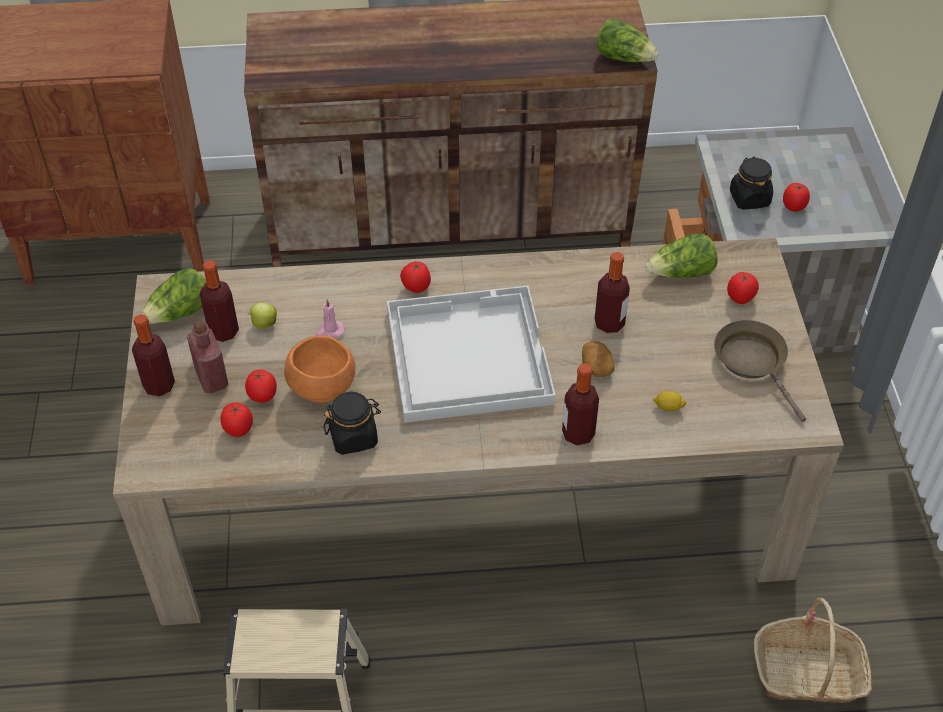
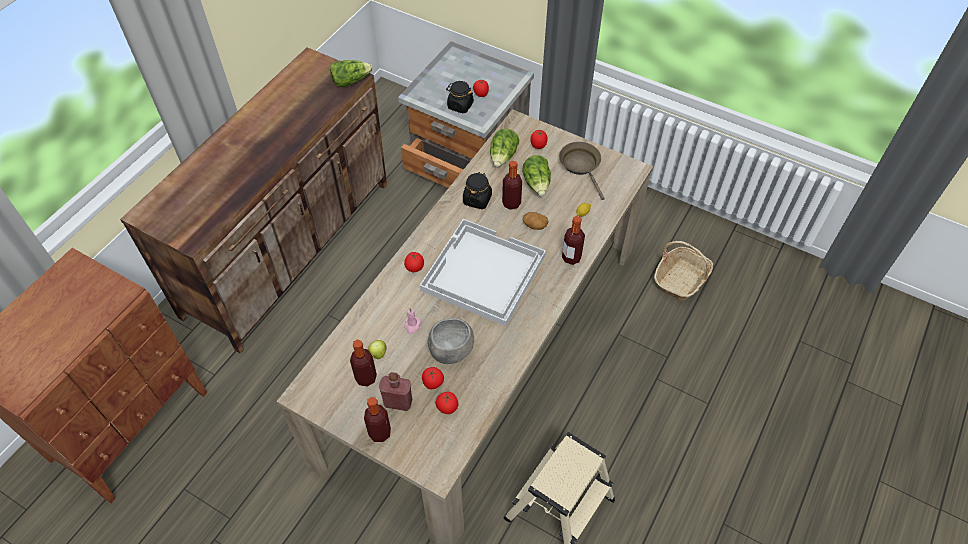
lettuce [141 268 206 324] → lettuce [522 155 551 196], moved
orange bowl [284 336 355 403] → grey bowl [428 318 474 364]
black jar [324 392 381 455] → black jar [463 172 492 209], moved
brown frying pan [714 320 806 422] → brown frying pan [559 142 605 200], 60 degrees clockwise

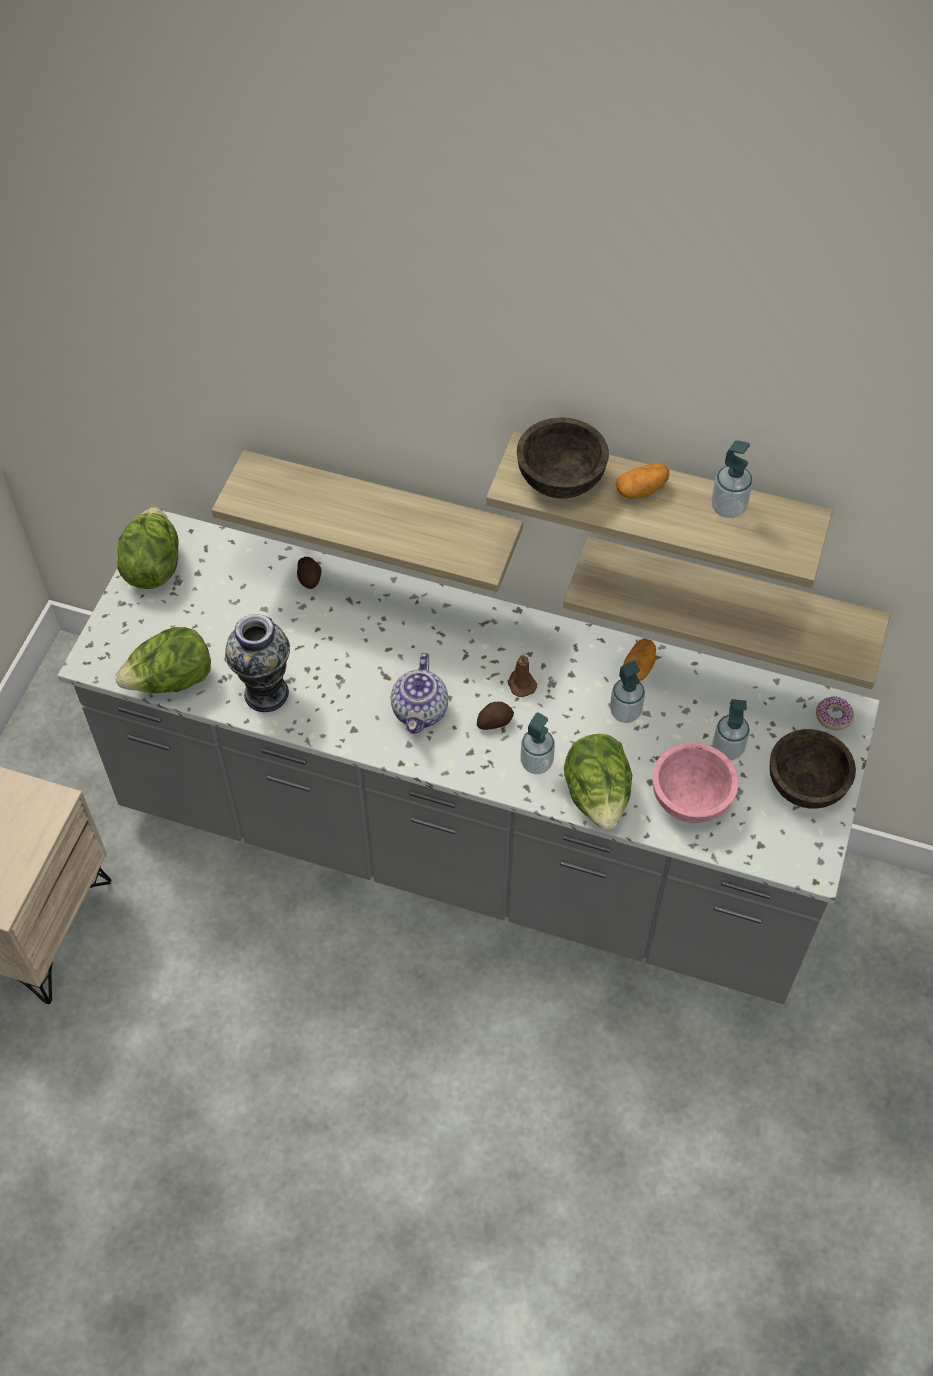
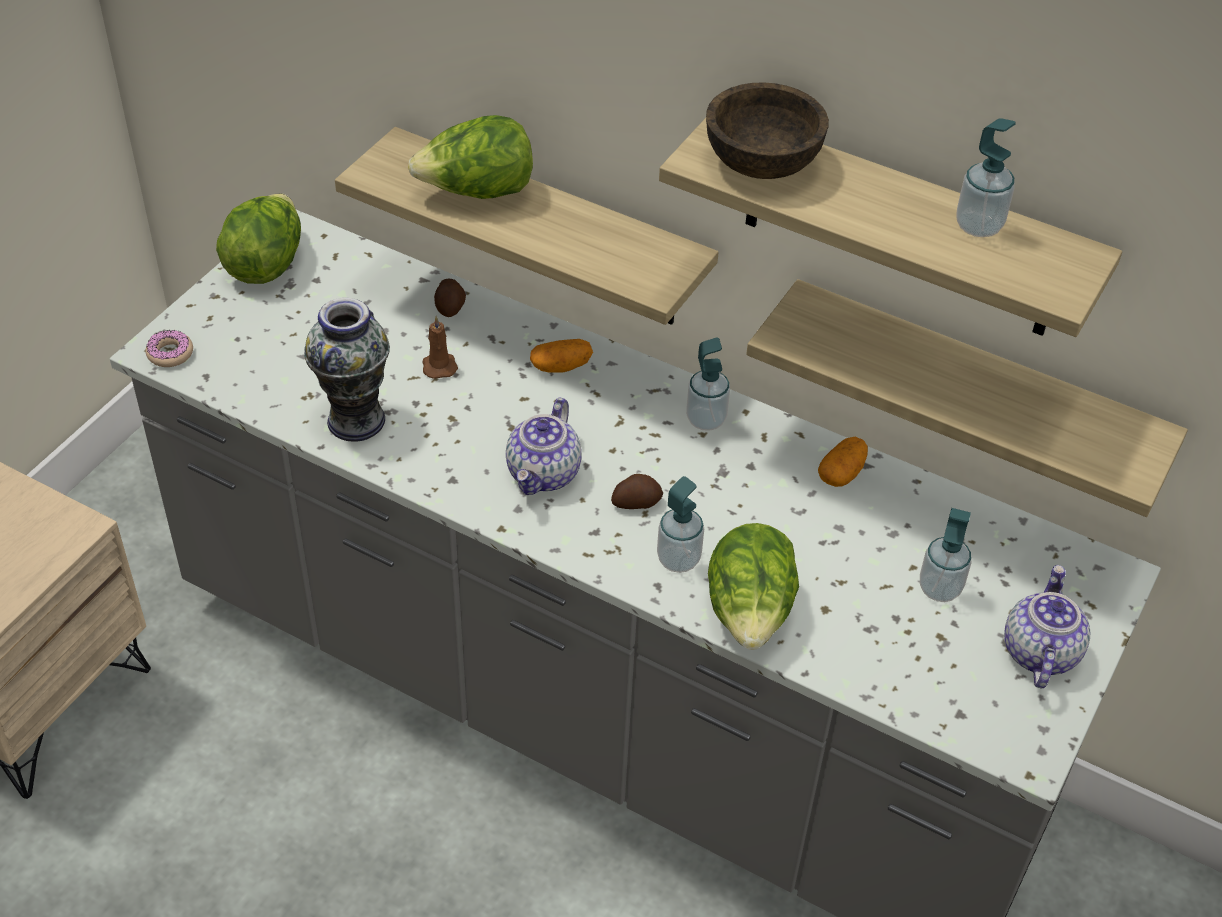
lettuce [116 627 211 693] → lettuce [408 115 533 199], moved
brown candle [508 654 537 697] → brown candle [422 316 458 379], moved
soap dispenser [610 660 645 723] → soap dispenser [686 338 730 431], moved
potato [615 463 669 499] → potato [530 339 593 372], moved
pink bowl [652 743 738 823] → -
brown bowl [769 729 856 809] → teapot [1004 565 1090 688]
donut [816 697 854 730] → donut [145 330 193 367], moved

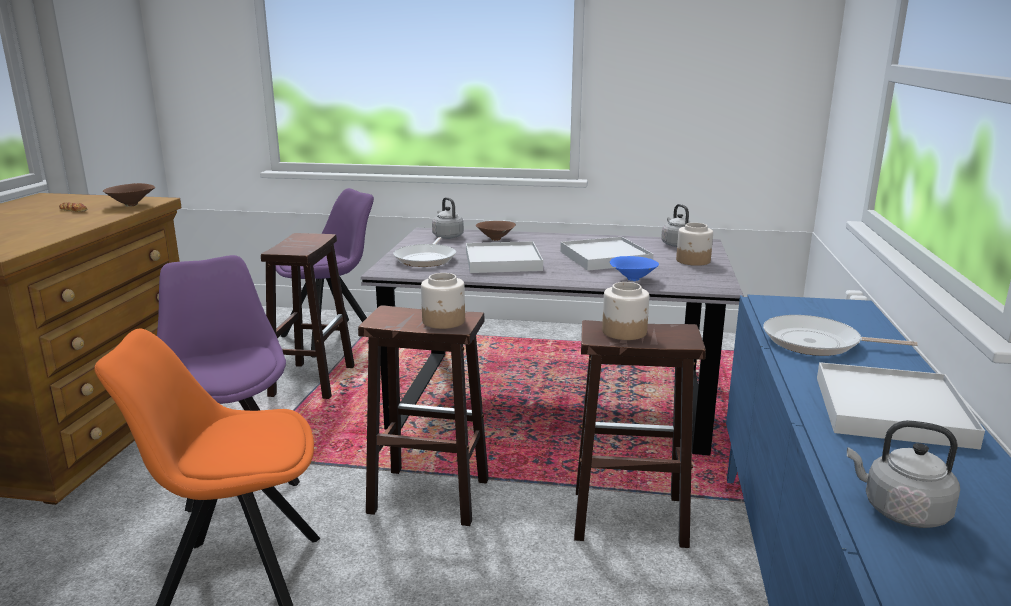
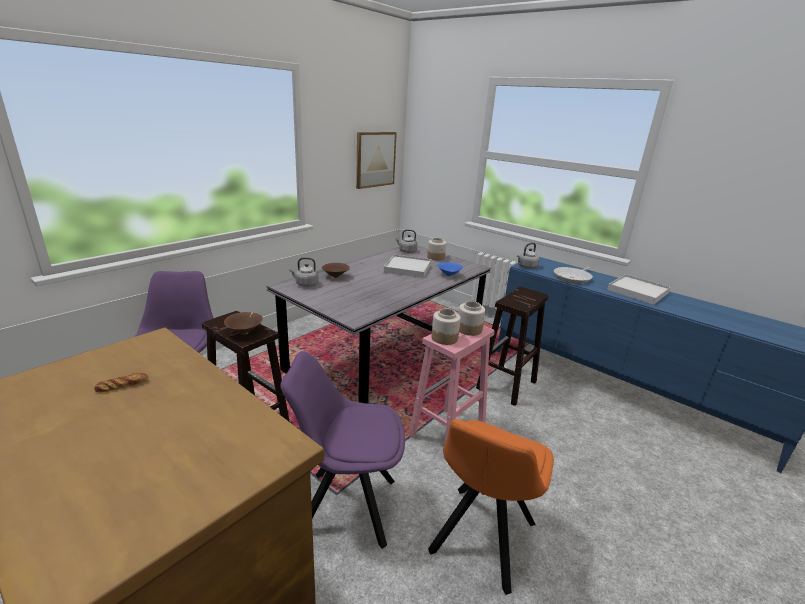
brown bowl [103 183 155 207] → brown bowl [224 312 263 334], moved
brown stool [358 305 489 526] → pink stool [409 325 495 460]
frying pan [393 237 456 267] → -
white tray [466 241 543 273] → -
jar [602 282 649 340] → jar [431 308 461 345], moved
grey kettle [847 420 960 528] → grey kettle [517 243 539 269], moved
- → picture [356 132 397 189]

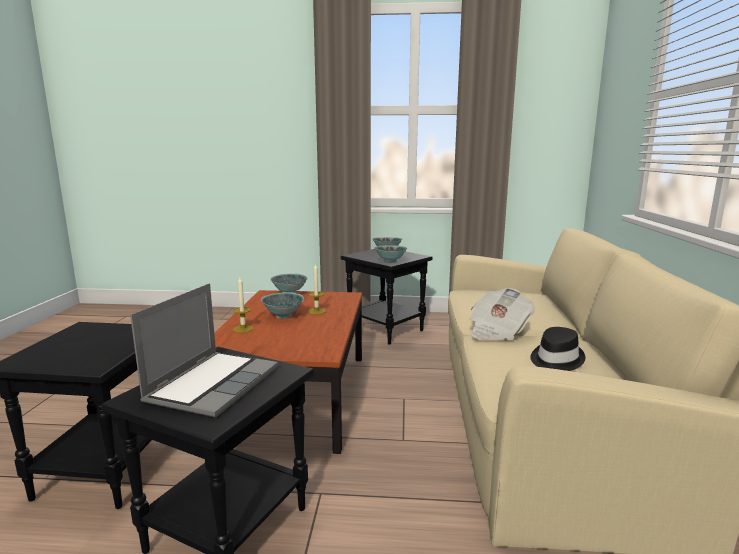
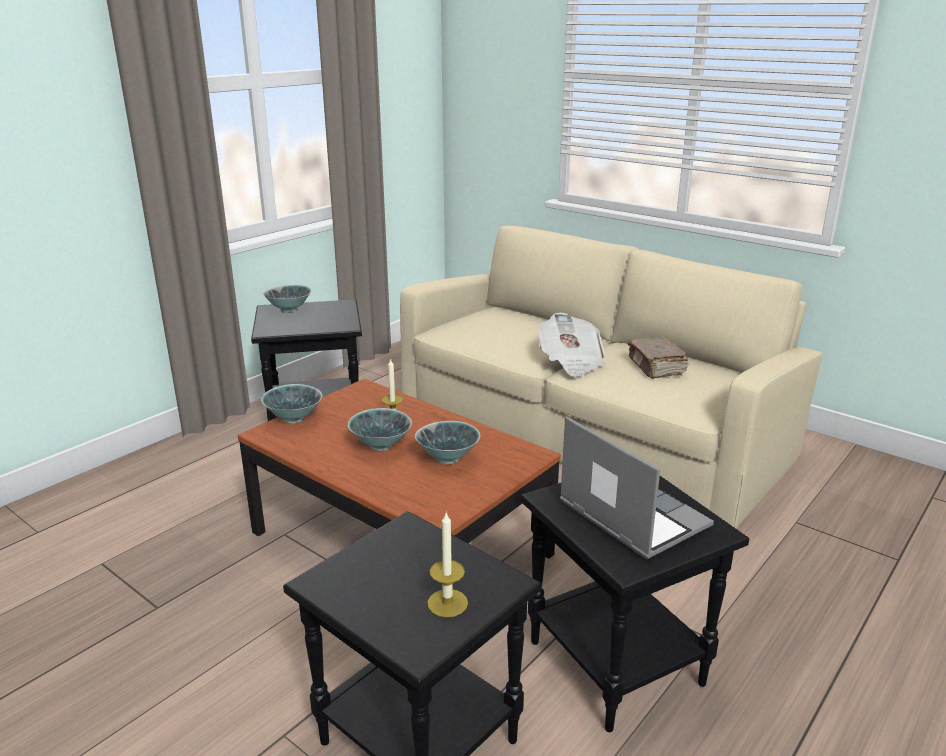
candle [233 277 254 333] → candle [427 511 468 617], moved
bowl [374 246 407 263] → bowl [415 421 480 464], moved
black hat [530 327 585 371] → brown book [628 337 689 379]

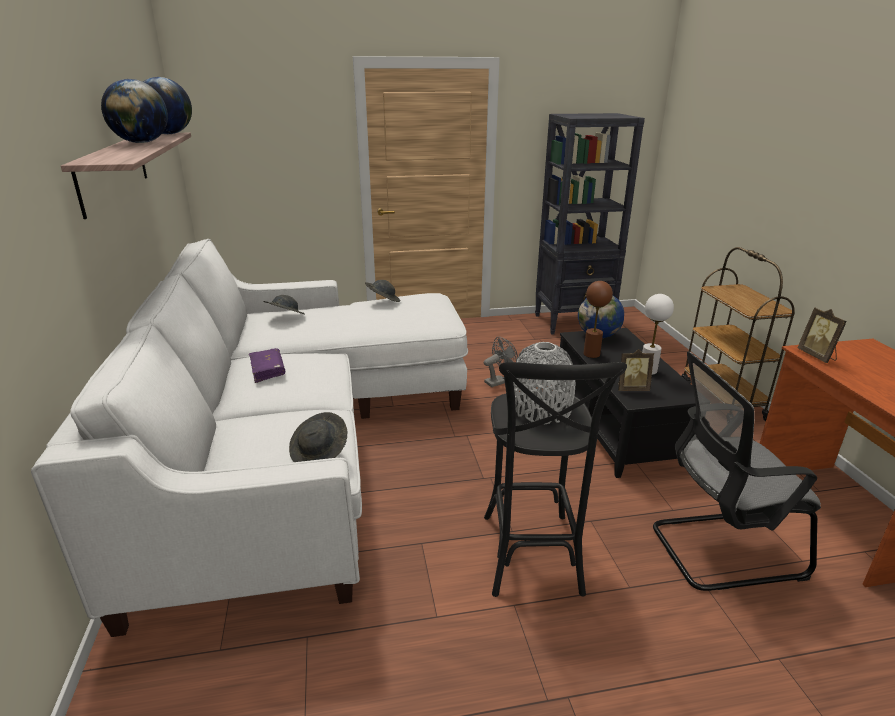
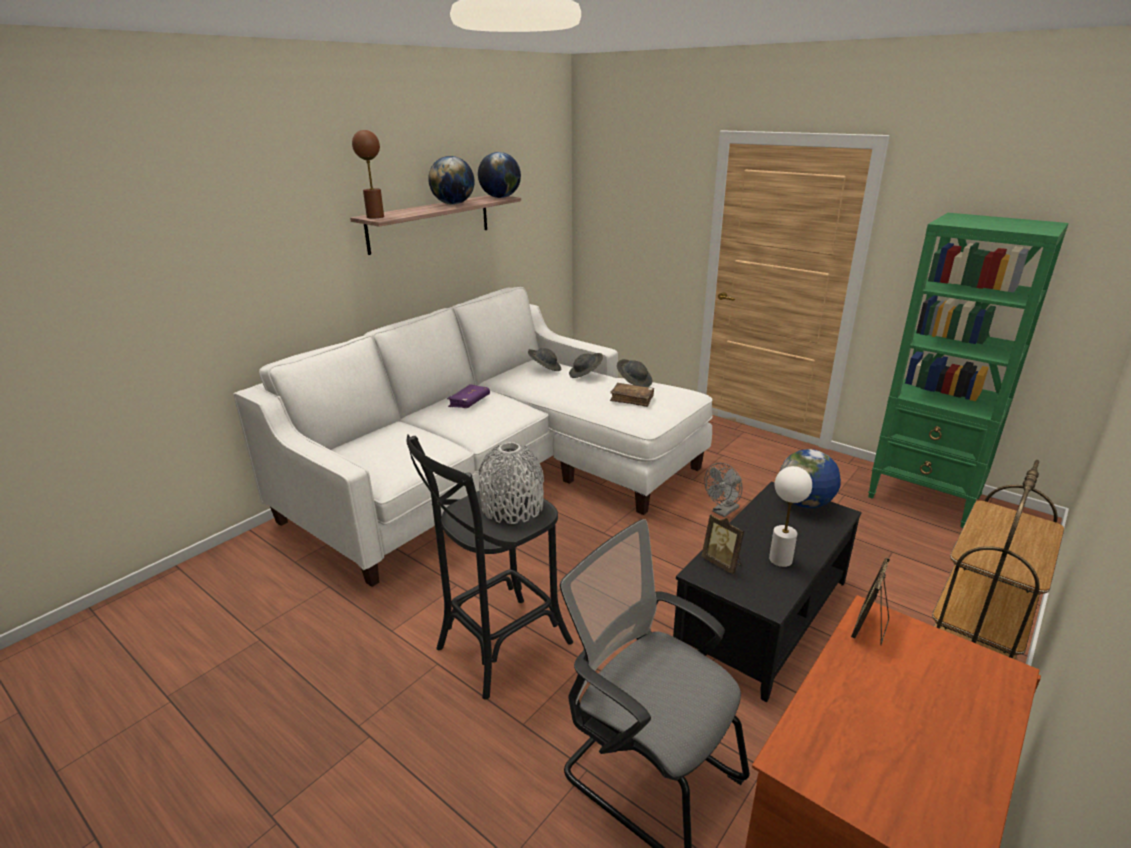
grey hat [289 412 347 462] → grey hat [569 353 603 378], moved
grey fan [484 337 518 387] → grey fan [704 463 742 517], 120 degrees clockwise
black bookcase [535 113 645 335] → green bookcase [868 213 1069 528]
brown table lamp [584 281 613 358] → brown table lamp [352 130 384 219], moved
- → brown book [610 383 654 407]

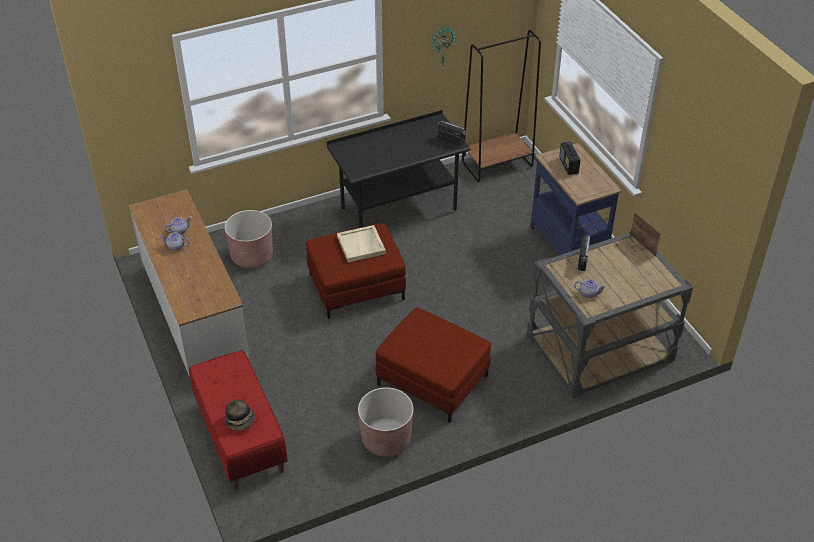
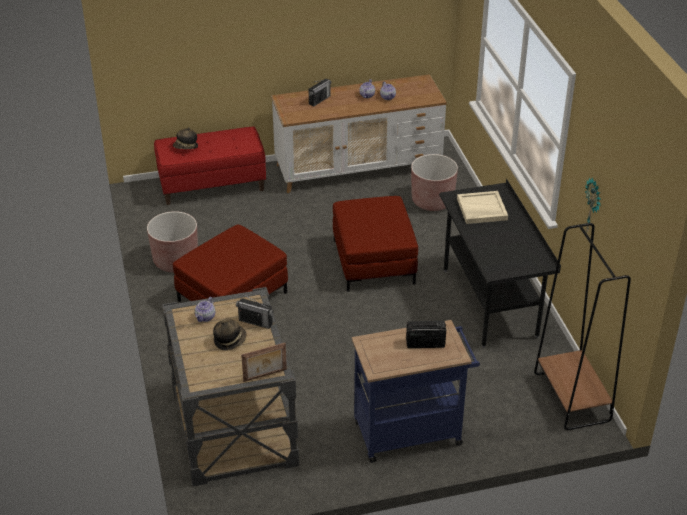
beige tray [337 225 386 262] → beige tray [457 191 508 224], moved
radio [437 121 466 146] → radio [309 79 331 106], moved
- → hat [213 319 247 351]

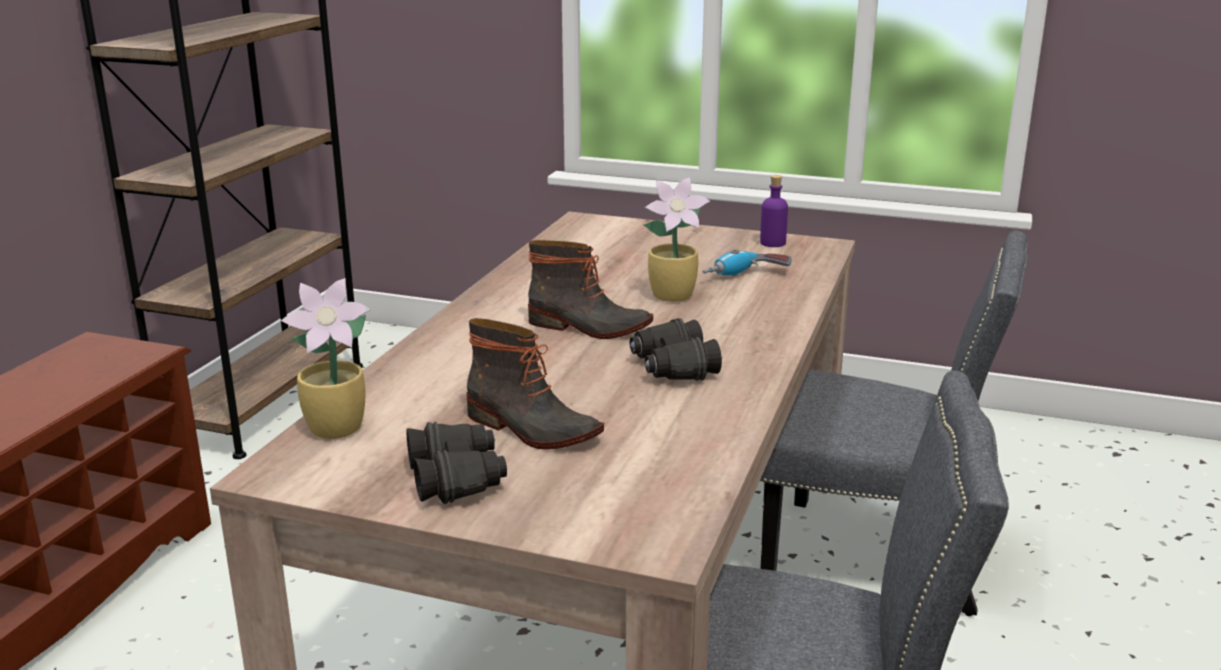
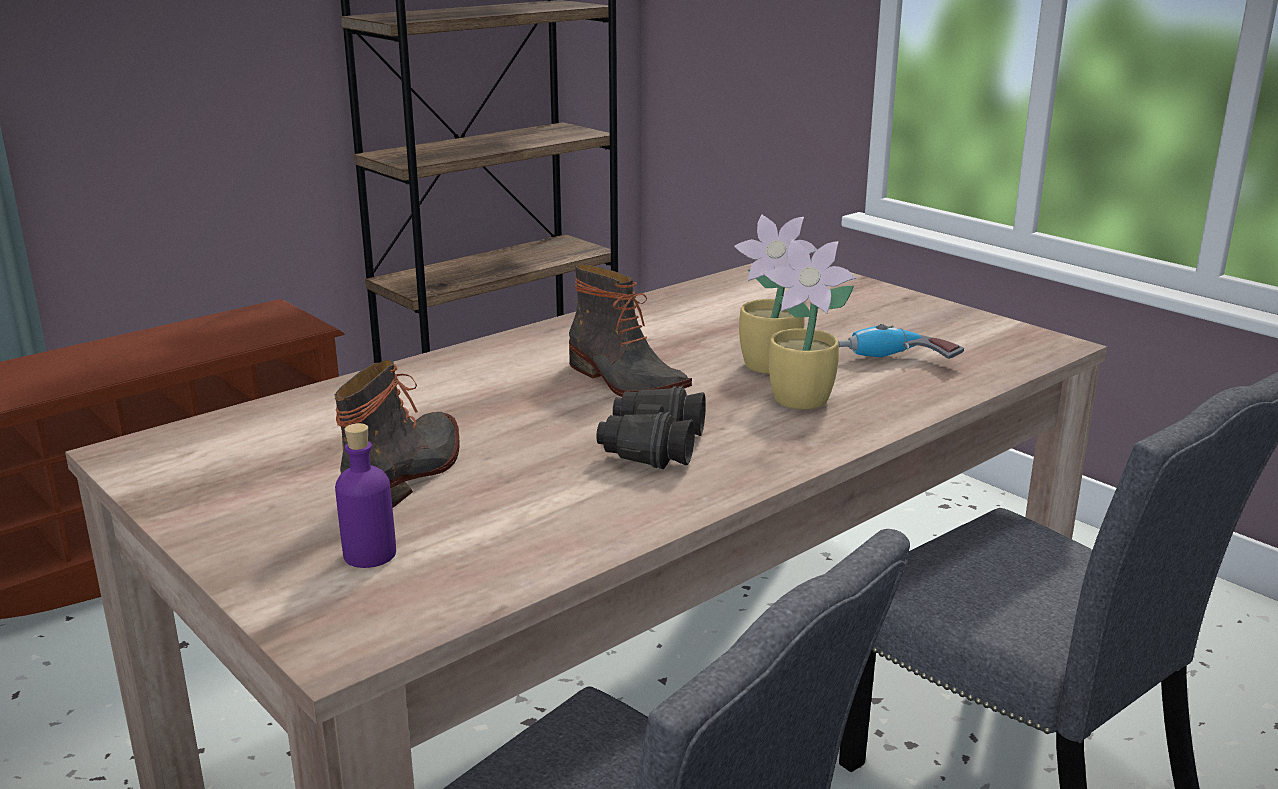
potted plant [281 278 370 439] → potted plant [764 239 856 410], moved
black binoculars [406 422 507 504] → -
boot [467 318 604 449] → boot [334 360 460 508], 135 degrees counterclockwise
purple bottle [760 175 788 247] → purple bottle [335 423 396 568], moved

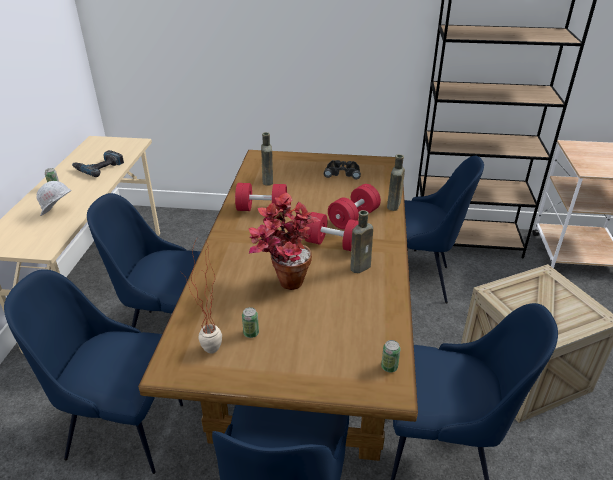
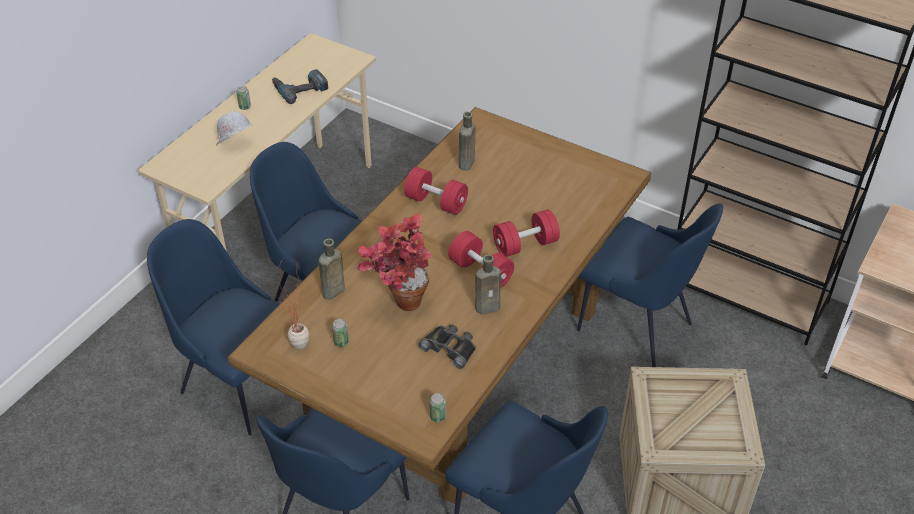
black binoculars [324 160 361 180] → black binoculars [418 324 476 369], moved
brown bottle [387 154 405 211] → brown bottle [319 238 345 300], moved

